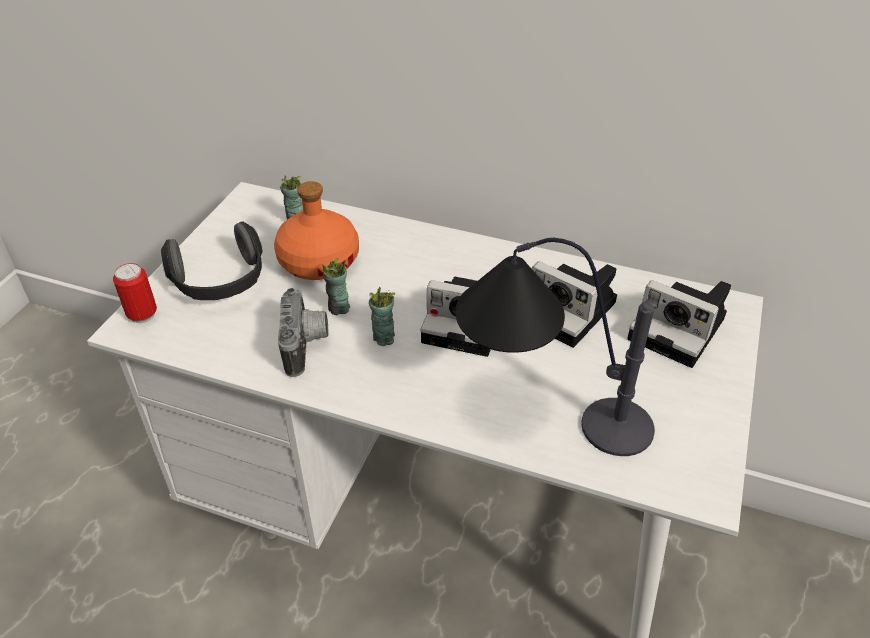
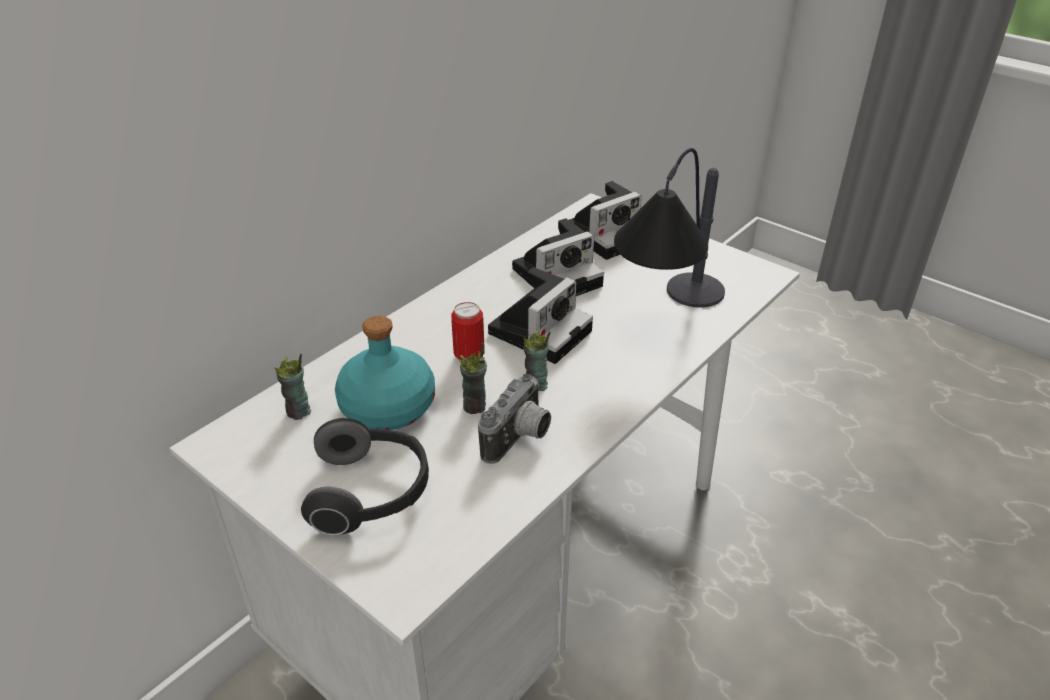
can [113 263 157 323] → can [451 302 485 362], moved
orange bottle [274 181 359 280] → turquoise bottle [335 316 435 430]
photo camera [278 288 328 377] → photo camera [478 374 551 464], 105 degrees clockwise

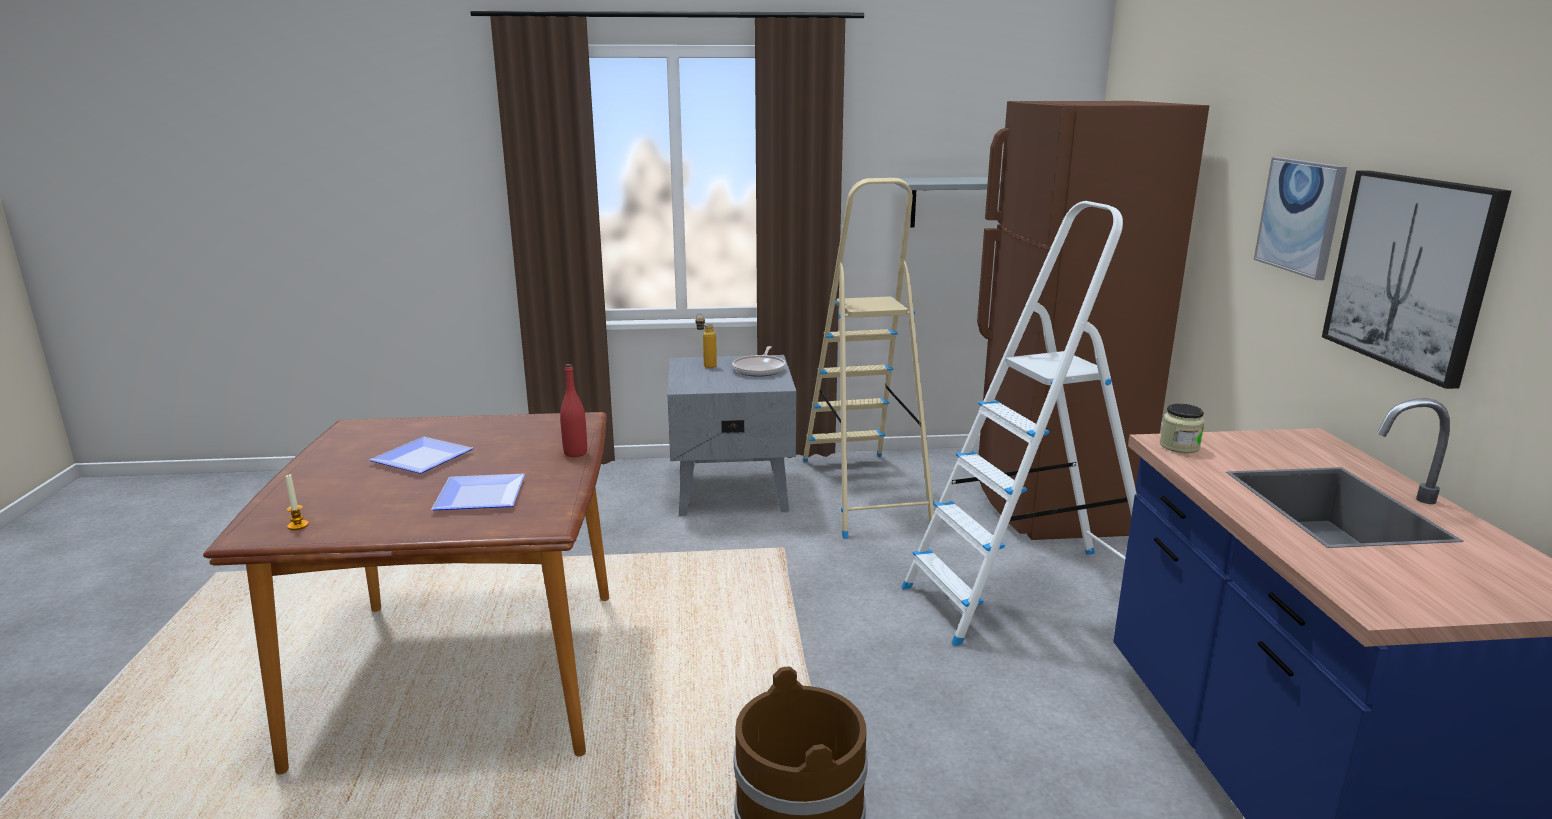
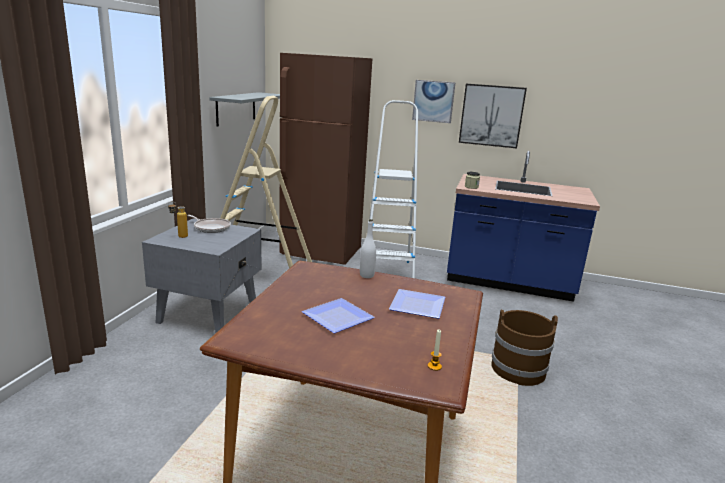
red bottle [560 364 587 457] → white bottle [360 219 376 278]

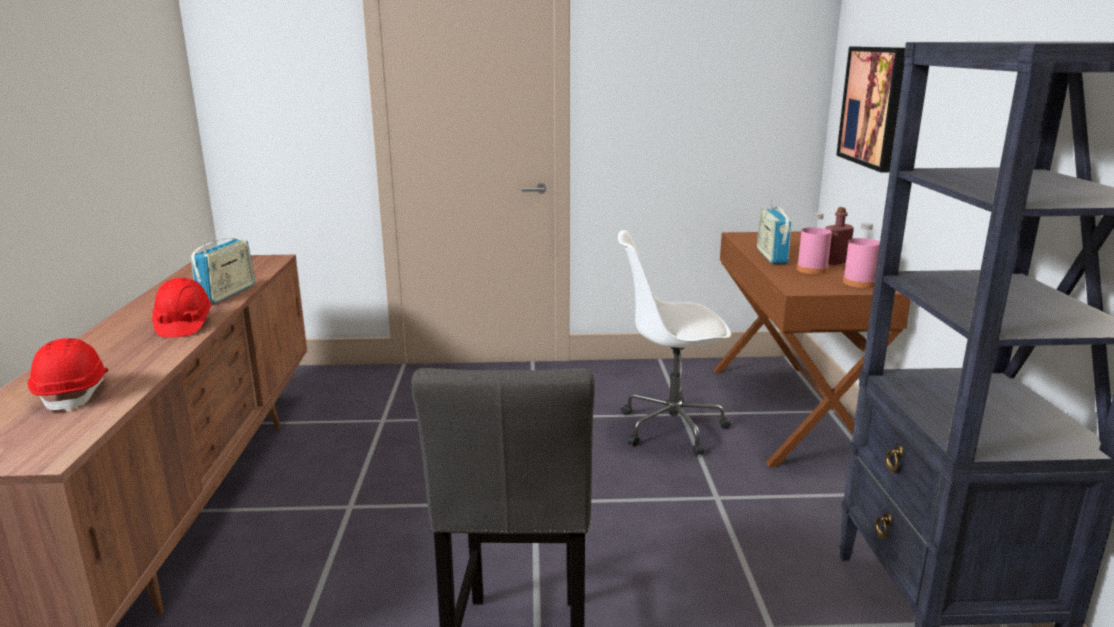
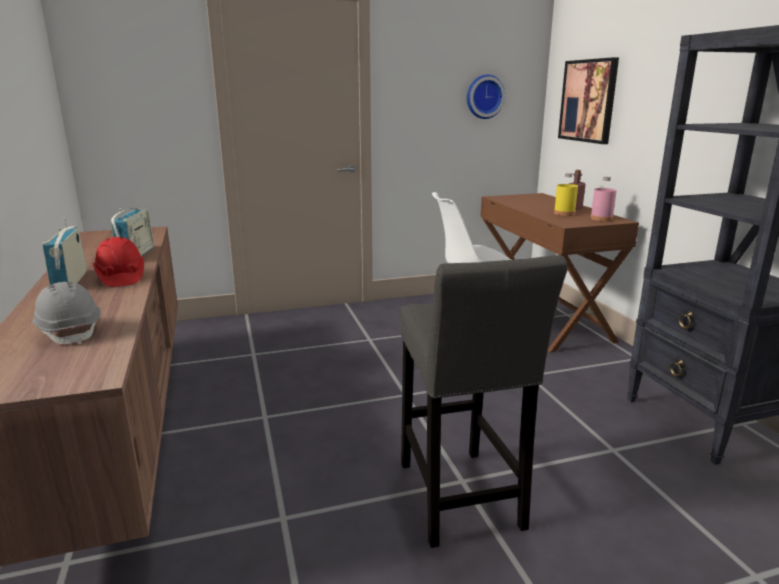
red hard hat [27 338 108 412] → grey hard hat [32 282 101 345]
radio [757 200 792 264] → radio [42 219 87 285], moved
pink bottle [797 213 832 274] → yellow bottle [554 173 578 216]
- → wall clock [467 74 505 119]

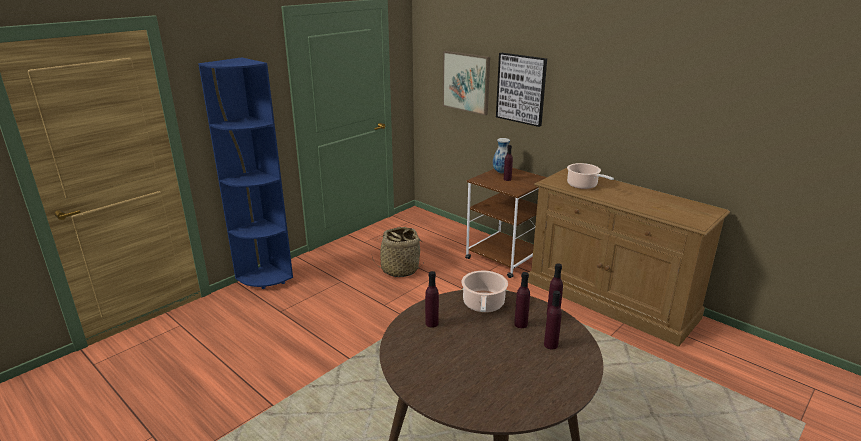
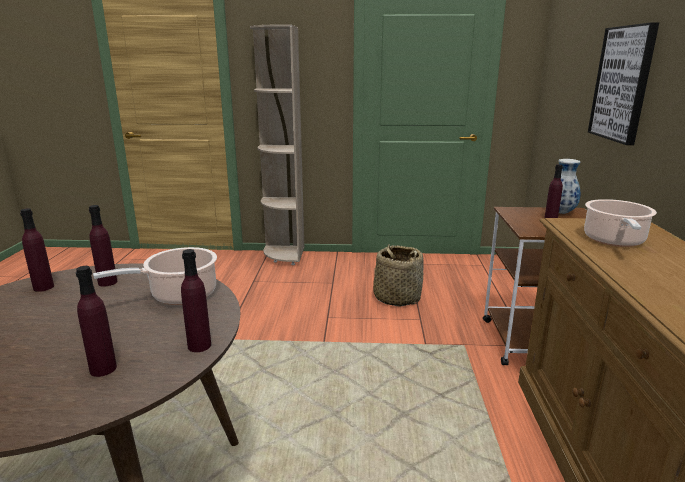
blue bookcase [198 57 293 289] → beige bookcase [250 24 304 265]
picture [443 51 490 115] → -
purple bottle [514 272 530 328] → purple bottle [20 208 54 292], moved

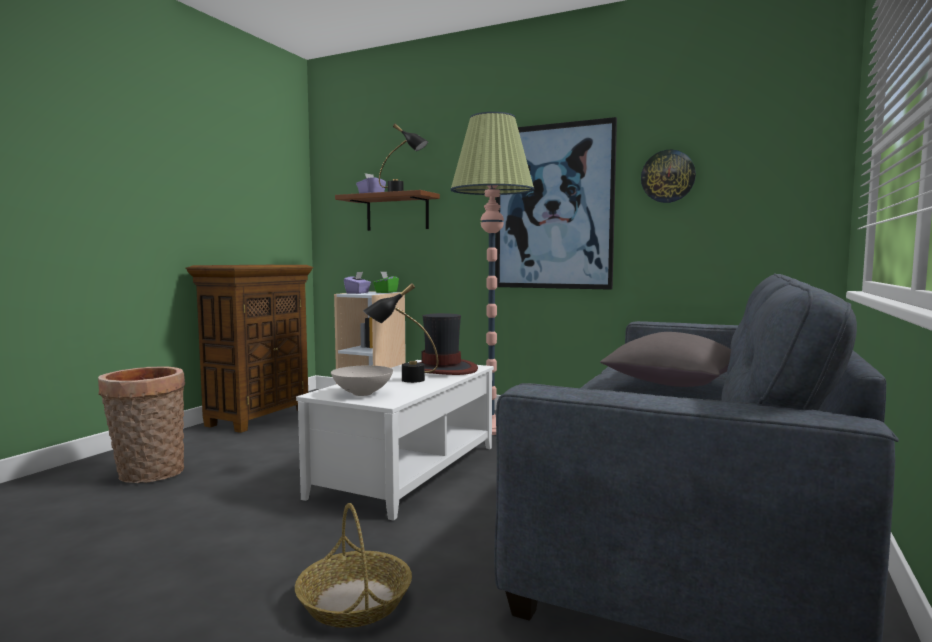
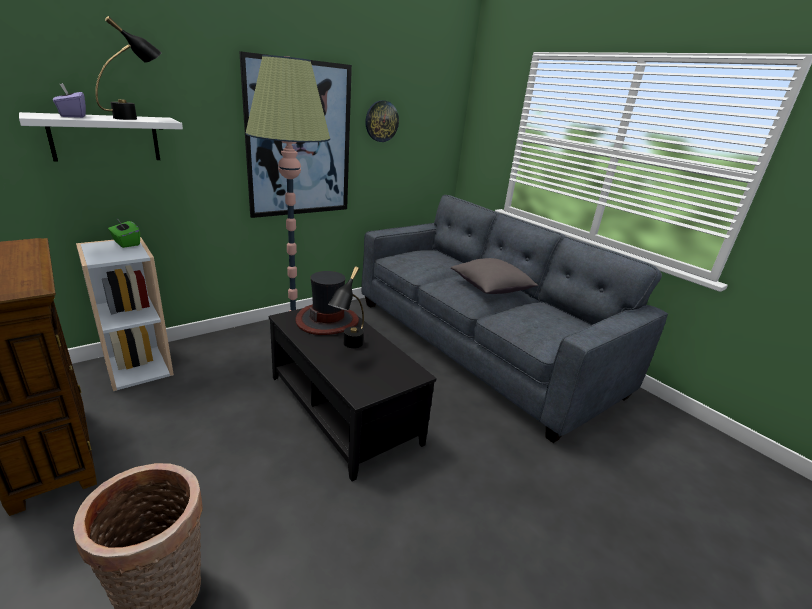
basket [295 503 412 628] → -
white coffee table [296 360 494 521] → black coffee table [269 308 437 482]
white bowl [331 365 393 396] → -
brown shelf [335 190 440 231] → white shelf [19 112 183 162]
purple tissue box [344 272 371 294] → -

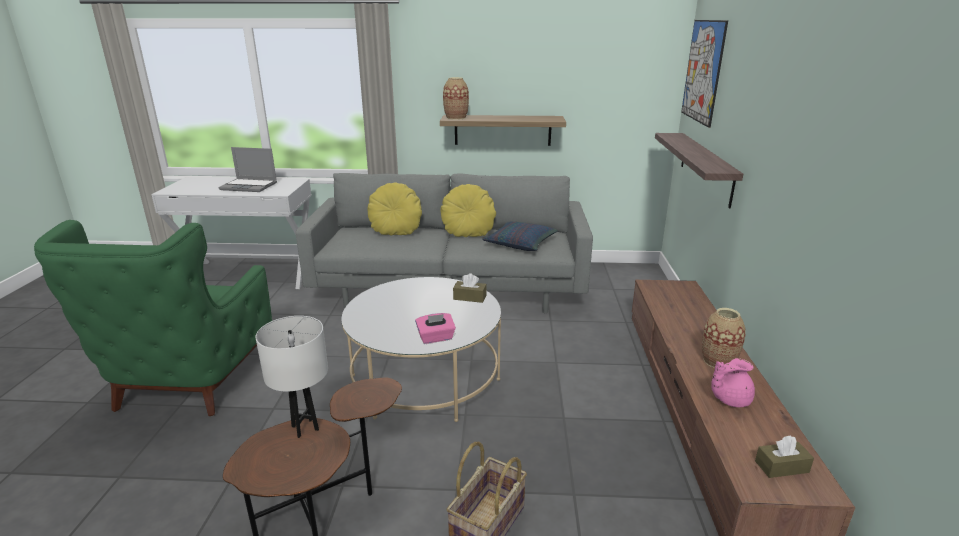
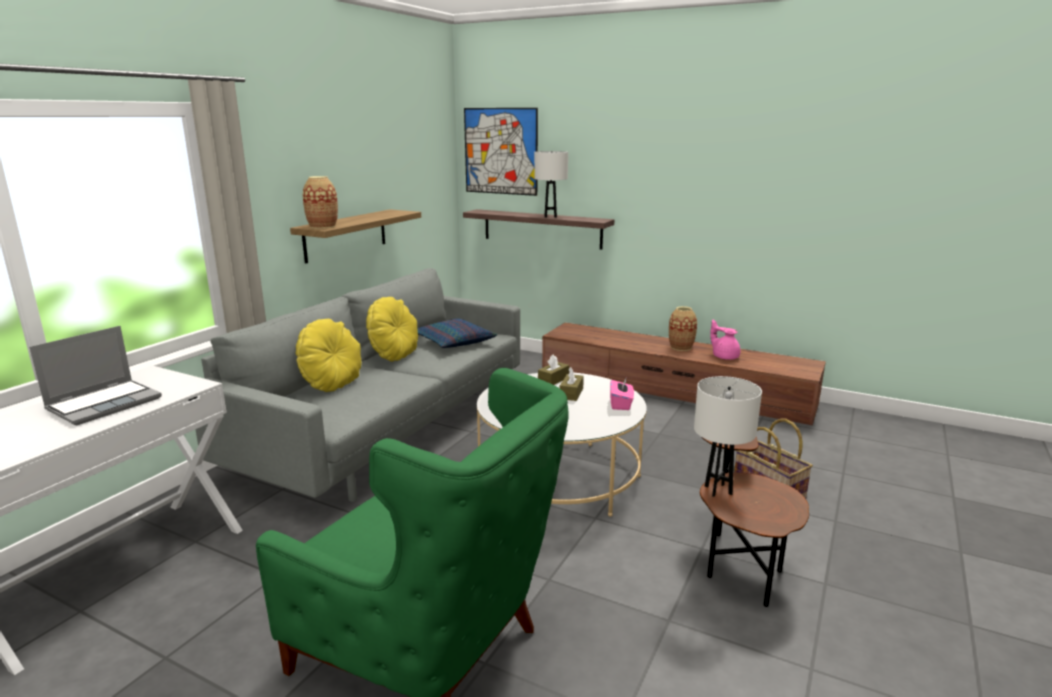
pink teapot [711 358 755 407] → pink teapot [710 320 740 360], 135 degrees clockwise
brown tissue box [755 435 814 478] → brown tissue box [560 367 584 401], moved
- → white table lamp [534 151 568 218]

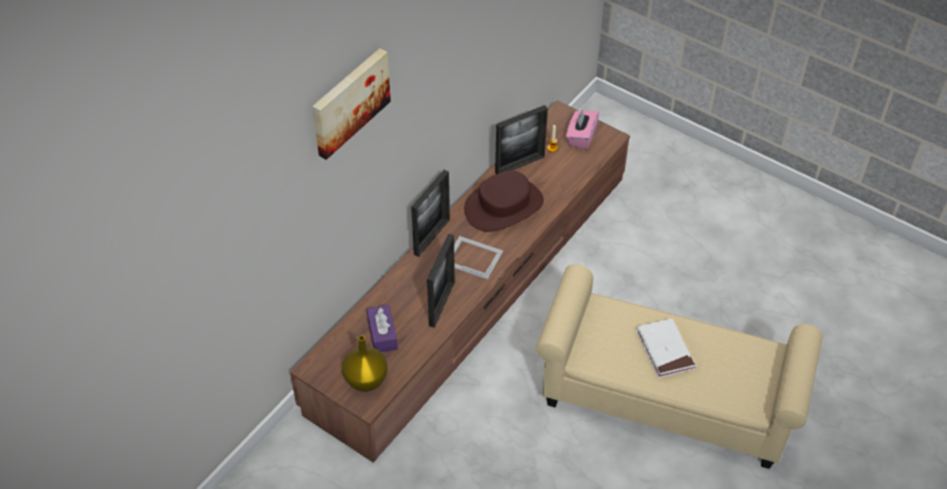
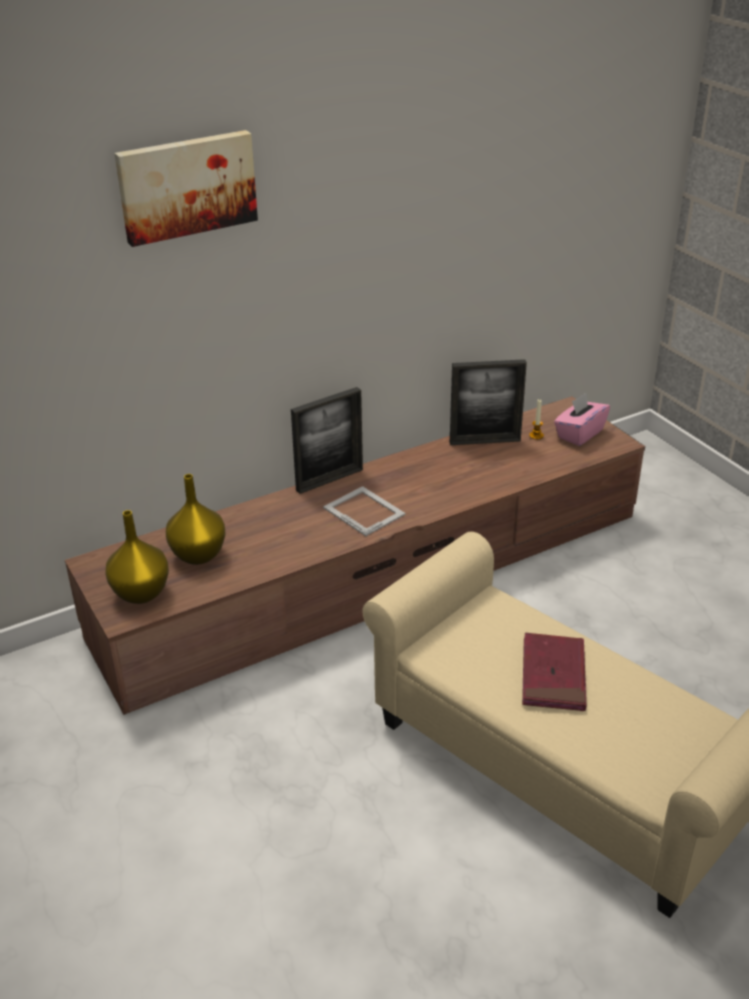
purple tissue box [367 305 398 353] → yellow vase [166 474 226 565]
picture frame [427 234 455 328] → -
brown hat [464 170 544 232] → -
white book [636 318 696 378] → red book [522 633 586 711]

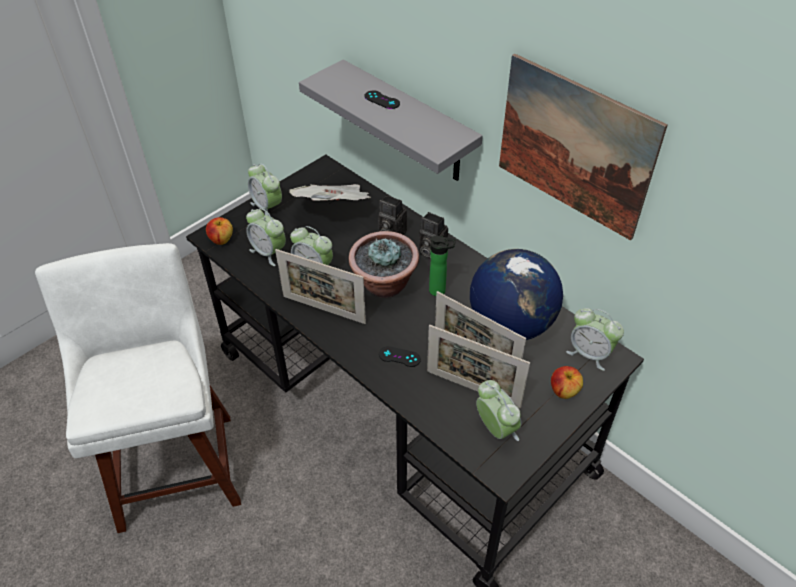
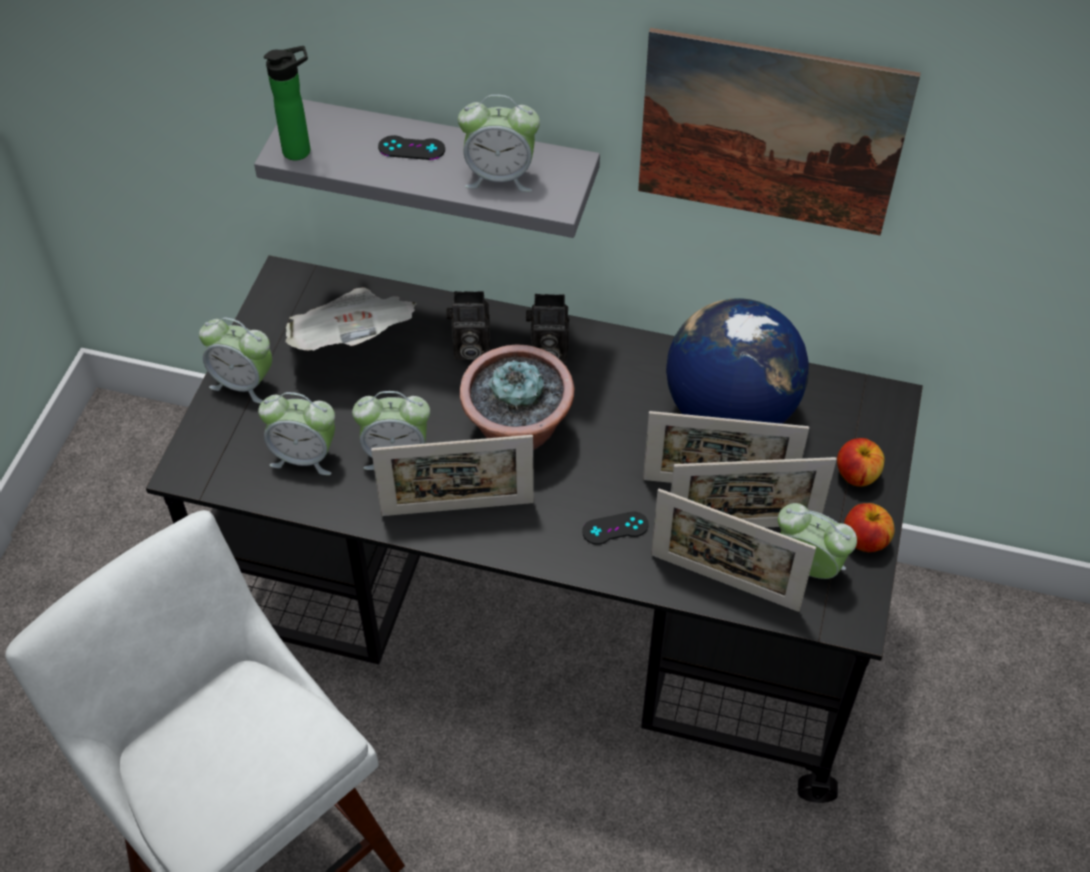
apple [206 217 233 245] → apple [844 503 895 552], moved
bottle [429 236 456 296] → bottle [264 46 310 160], moved
alarm clock [566 308 624 371] → alarm clock [458 95 540 192], moved
- → picture frame [651 488 816 612]

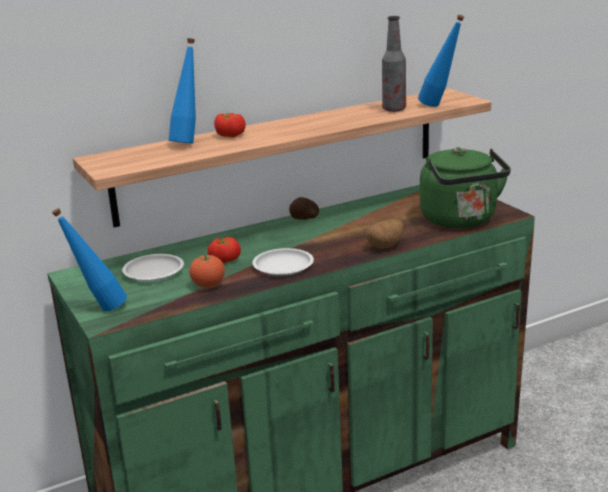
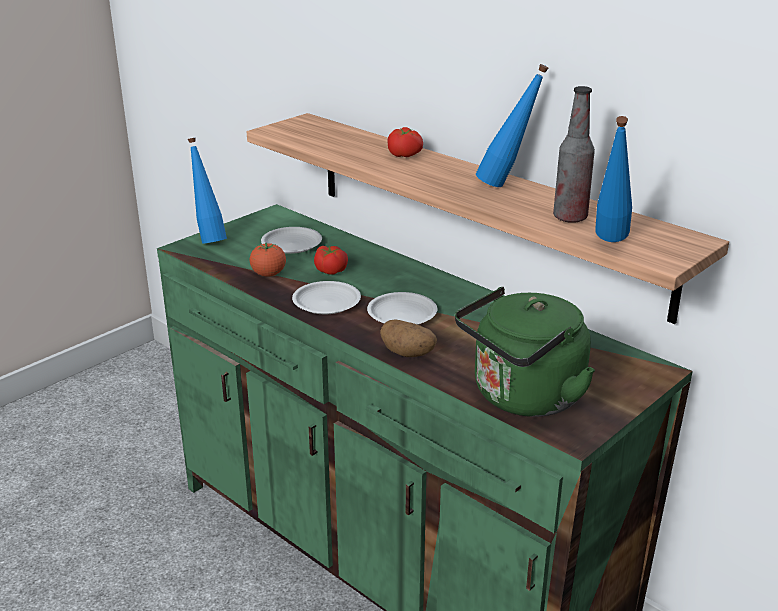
blue bottle [169 38 196 143] → blue bottle [476 64 549 187], moved
potato [289 197 319 220] → -
- → white plate [367 292 437 325]

